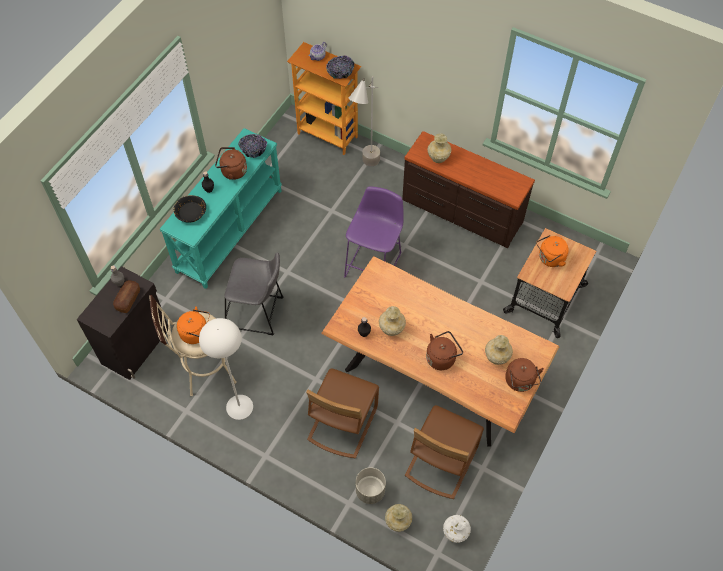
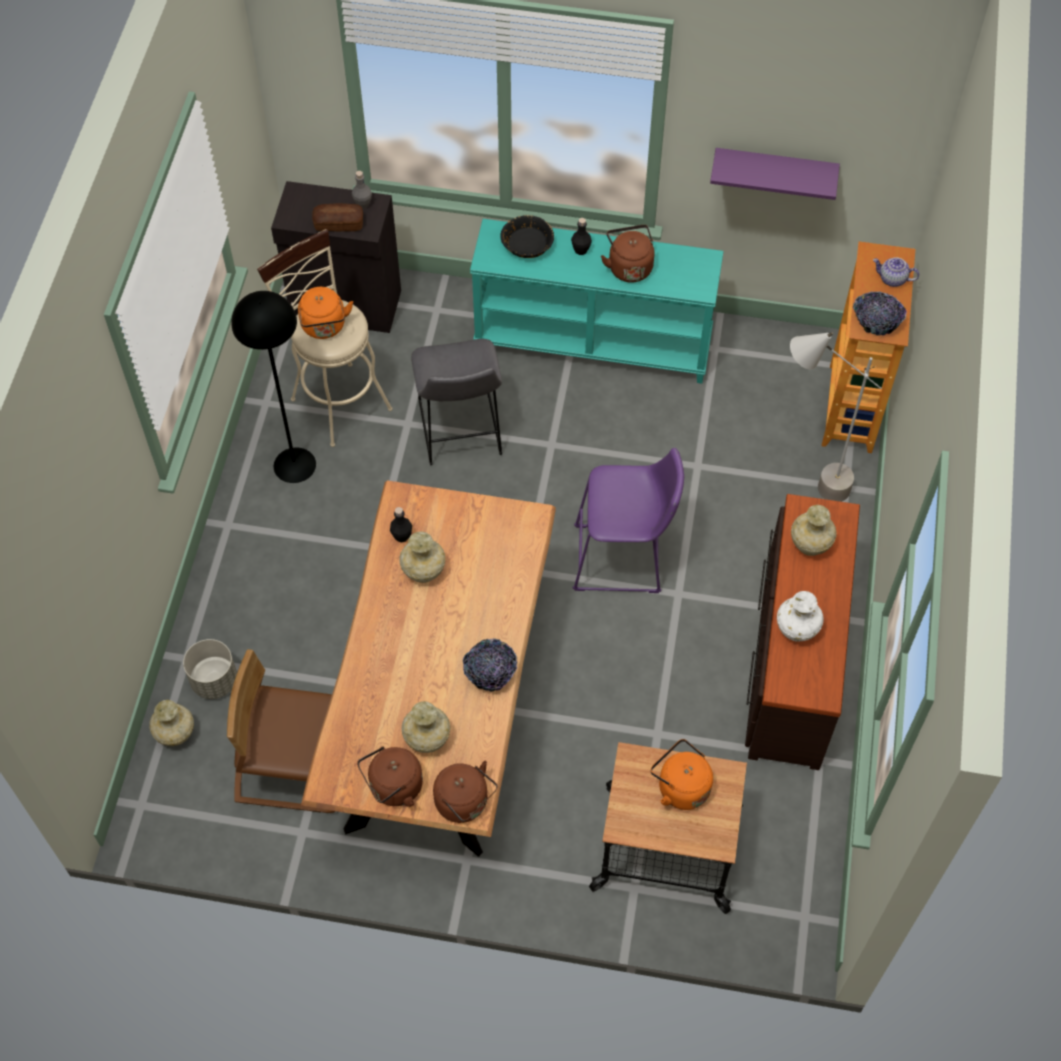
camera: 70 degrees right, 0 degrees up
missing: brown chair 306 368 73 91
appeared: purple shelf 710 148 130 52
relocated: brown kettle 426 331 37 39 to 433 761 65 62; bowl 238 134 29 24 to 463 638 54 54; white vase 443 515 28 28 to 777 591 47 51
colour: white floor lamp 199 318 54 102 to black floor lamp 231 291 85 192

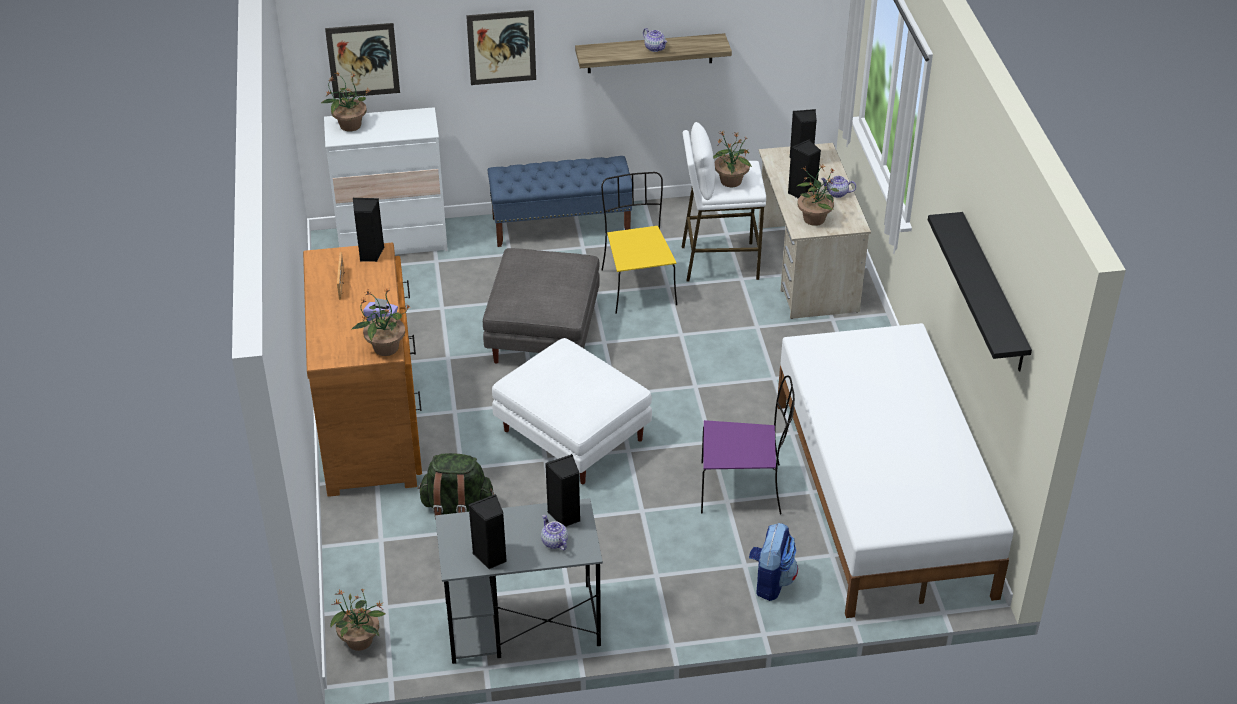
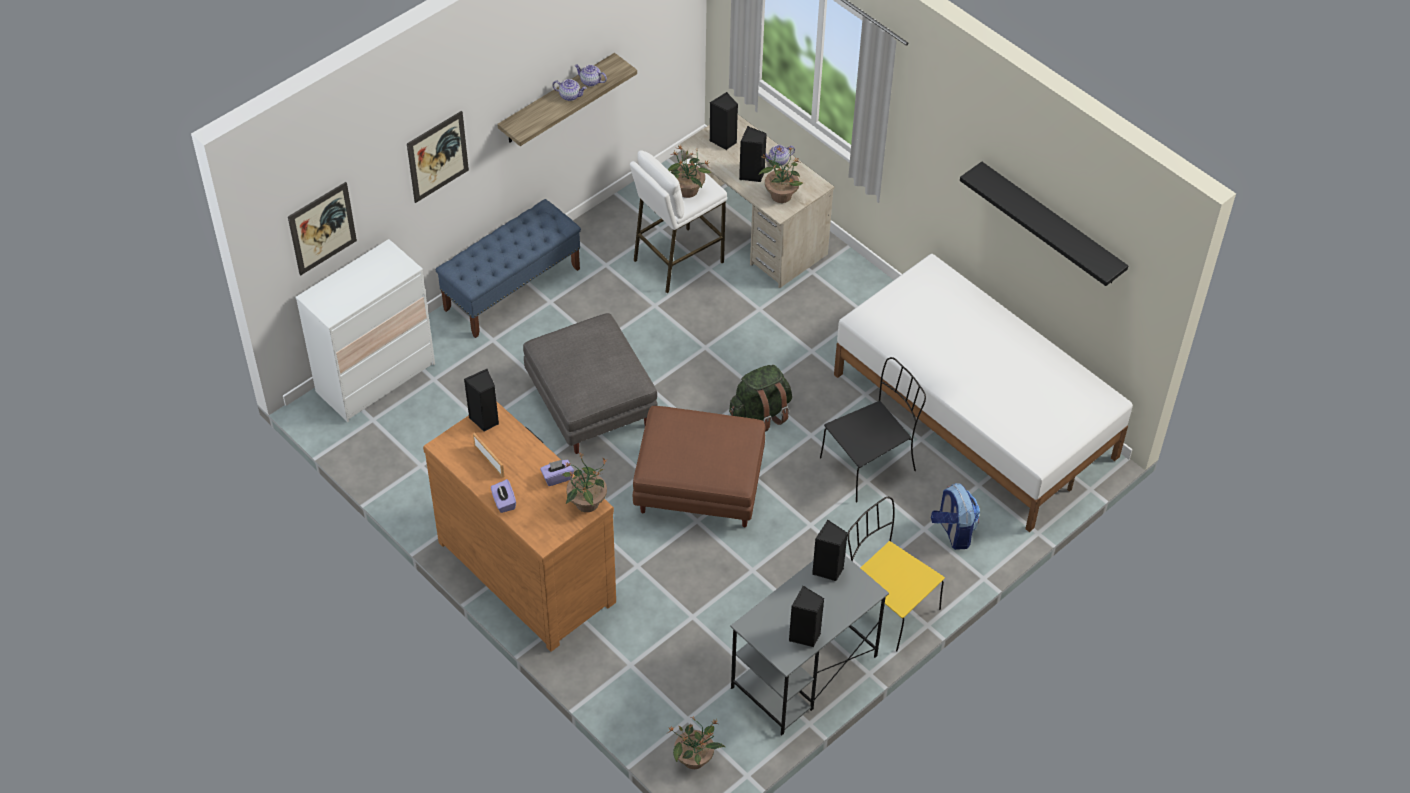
camera: 35 degrees left, 10 degrees up
missing: potted plant 321 72 50 60
appeared: purple tissue box 491 479 25 34
relocated: teapot 541 515 27 35 to 574 64 33 23; green backpack 418 453 76 67 to 729 365 63 67; yellow chair 601 172 76 142 to 847 497 98 154
colour: white ottoman 492 338 160 146 to brown ottoman 633 406 132 121; purple chair 701 375 94 139 to black chair 820 357 106 146

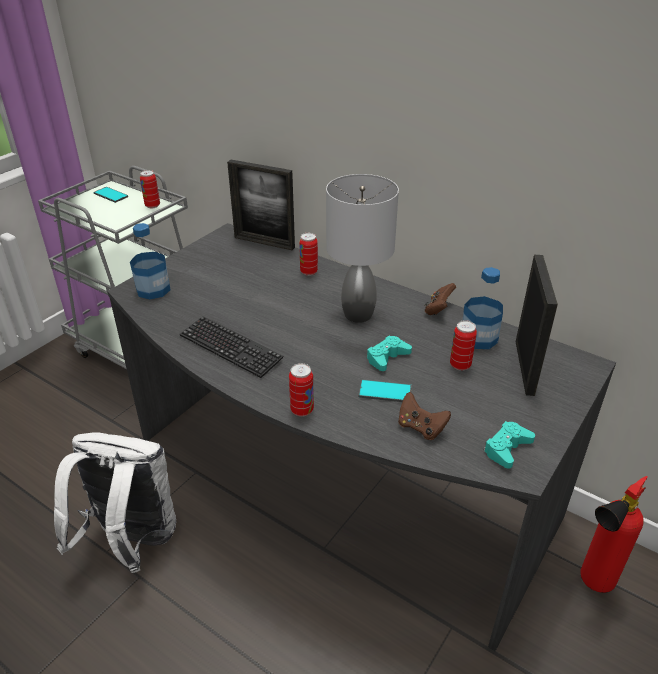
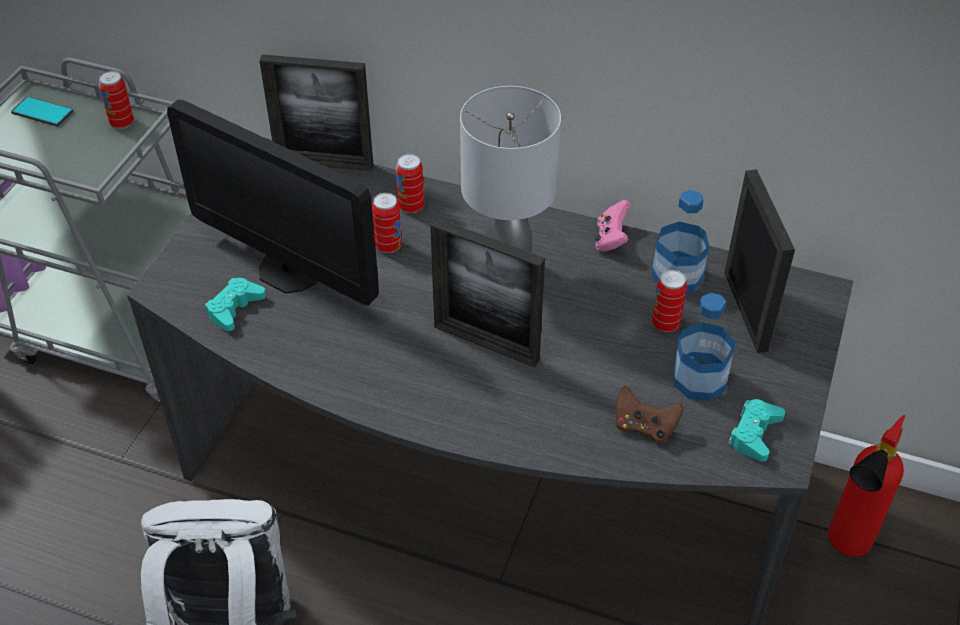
camera: 15 degrees left, 10 degrees up
missing: keyboard 180 316 104 62; phone 359 379 53 23
appeared: monitor 167 99 212 207; picture frame 430 218 115 150
relocated: turquoise game controller 367 336 45 35 to 205 278 61 53; can 289 363 25 54 to 372 193 30 60; bottle 130 223 41 77 to 674 293 61 108
colour: brown game controller 425 283 31 32 to pink game controller 595 200 36 52

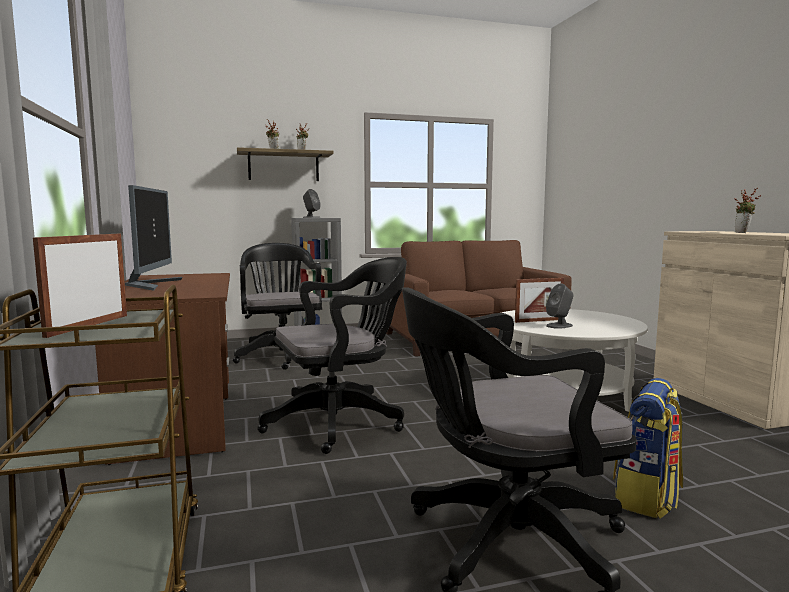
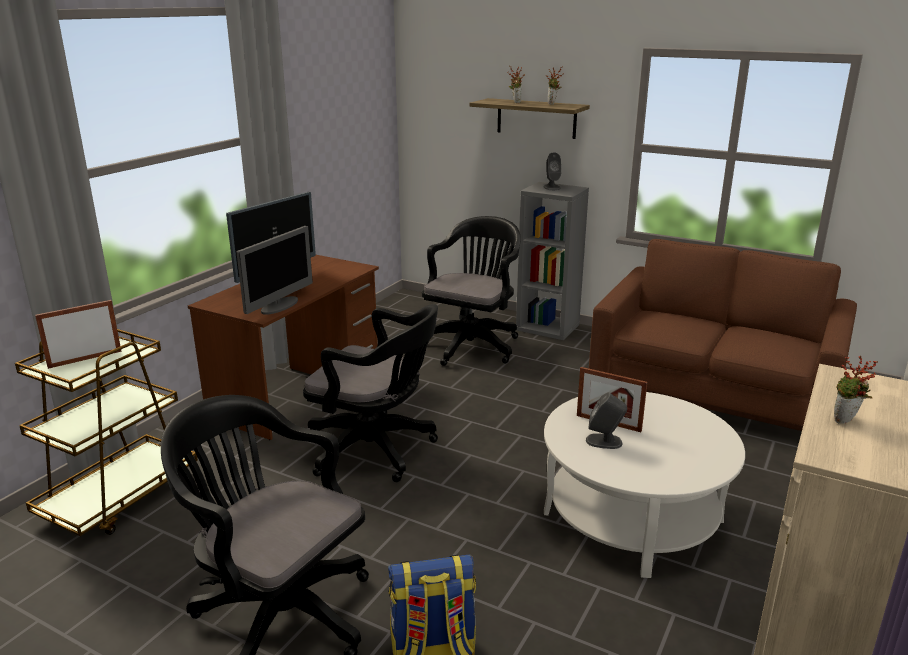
camera: 45 degrees right, 15 degrees up
appeared: monitor 237 226 76 89

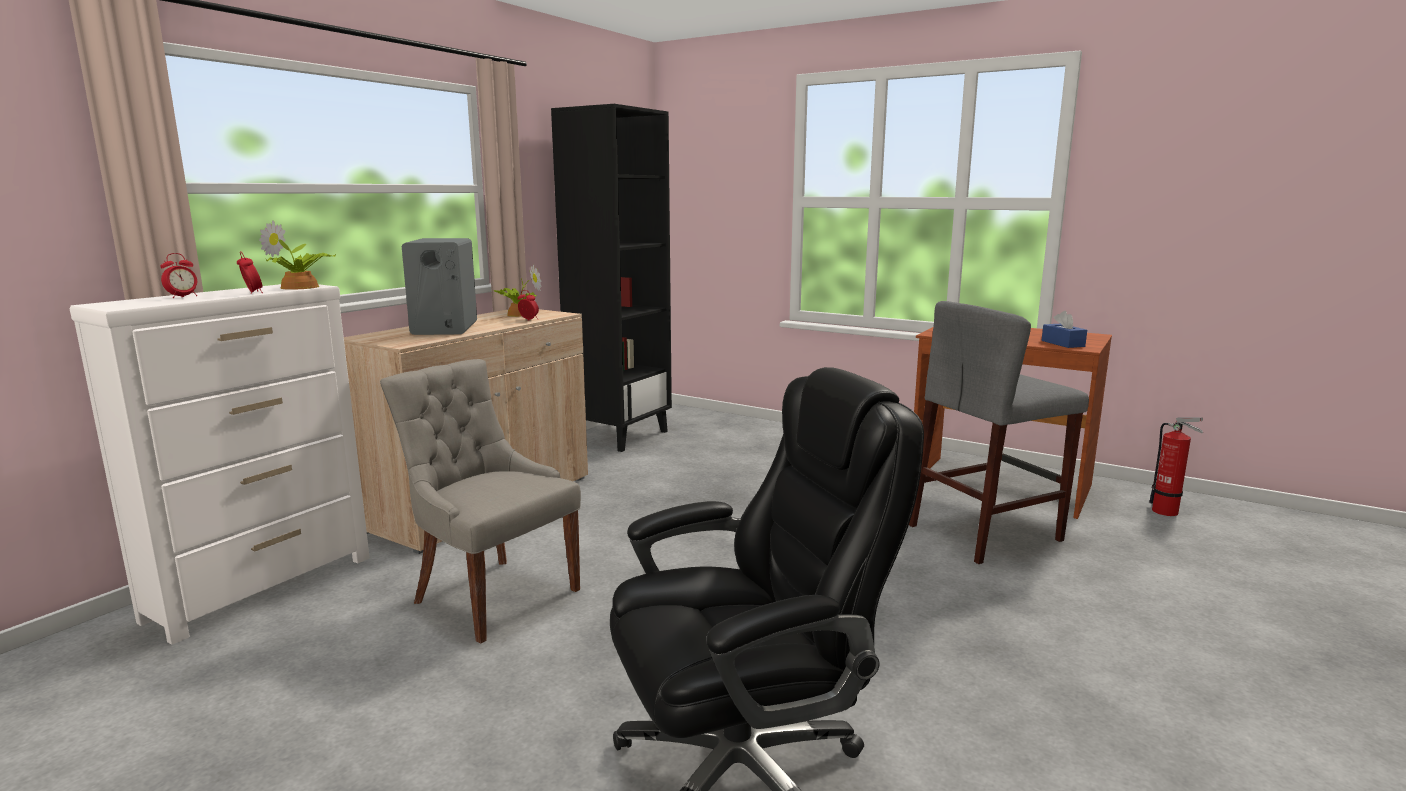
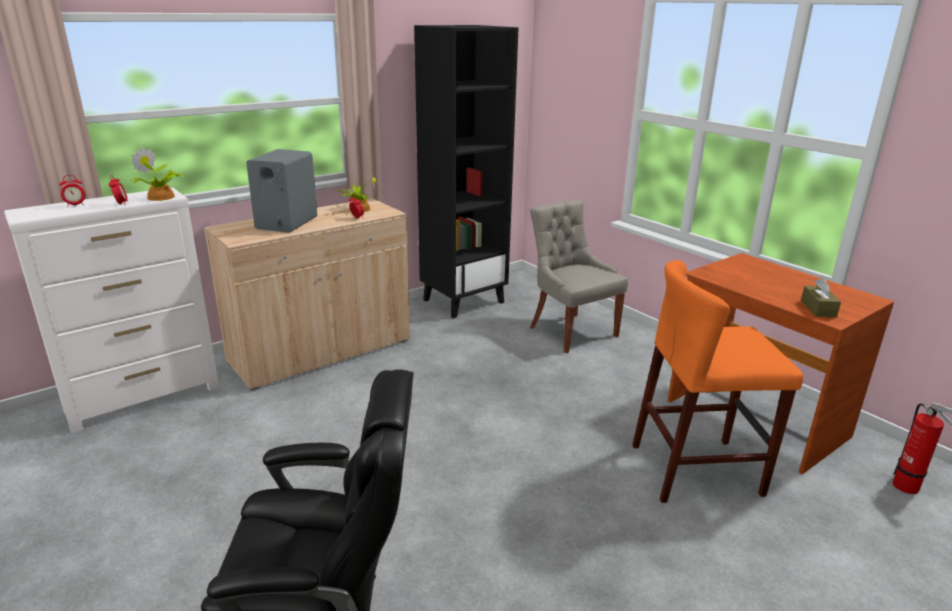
camera: 20 degrees right, 10 degrees up
relocated: grey chair 380 359 201 285 to 530 200 98 153
colour: grey stool 909 301 180 263 to orange stool 632 260 171 243; blue tissue box 1042 311 45 37 to brown tissue box 801 278 40 40

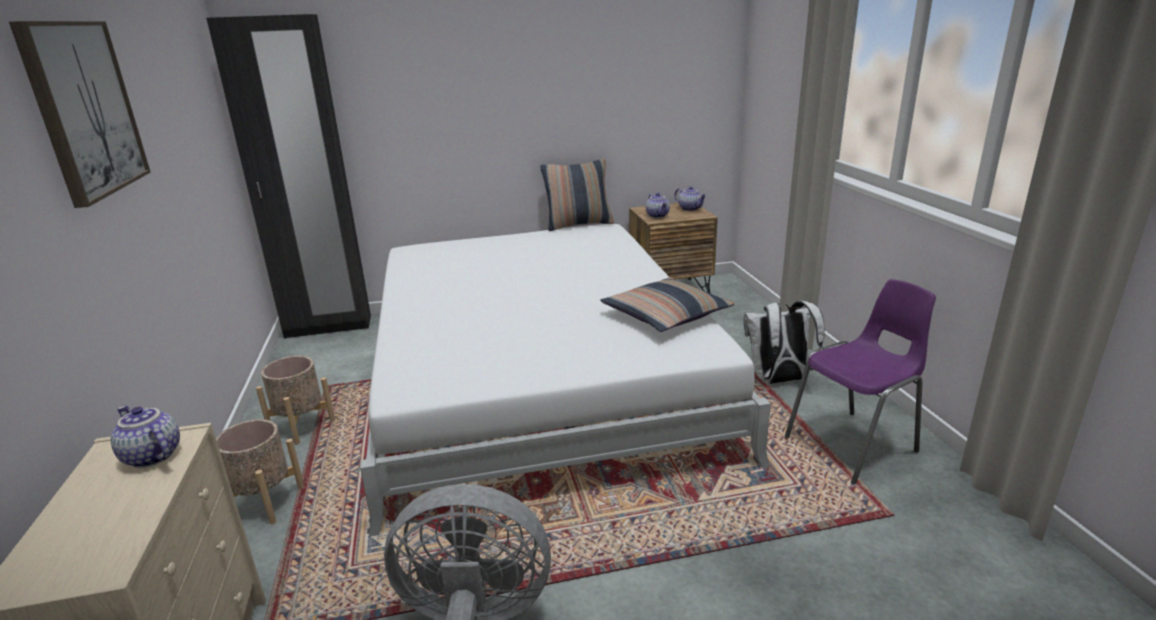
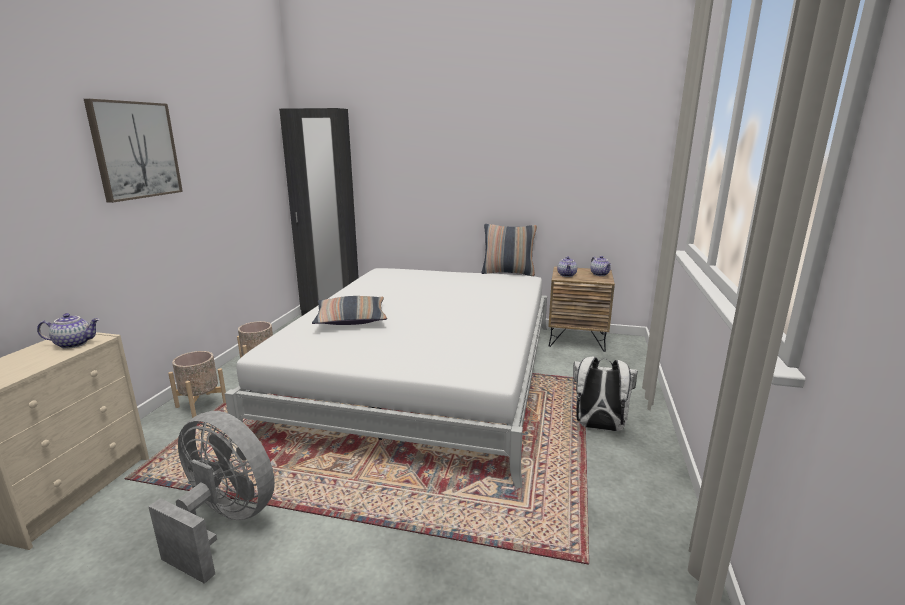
camera: 25 degrees right, 5 degrees down
missing: purple chair 784 279 152 205
relocated: pillow 600 277 134 55 to 312 296 75 29
spun: teapot 111 405 69 63 = 37 313 63 36 105 degrees clockwise

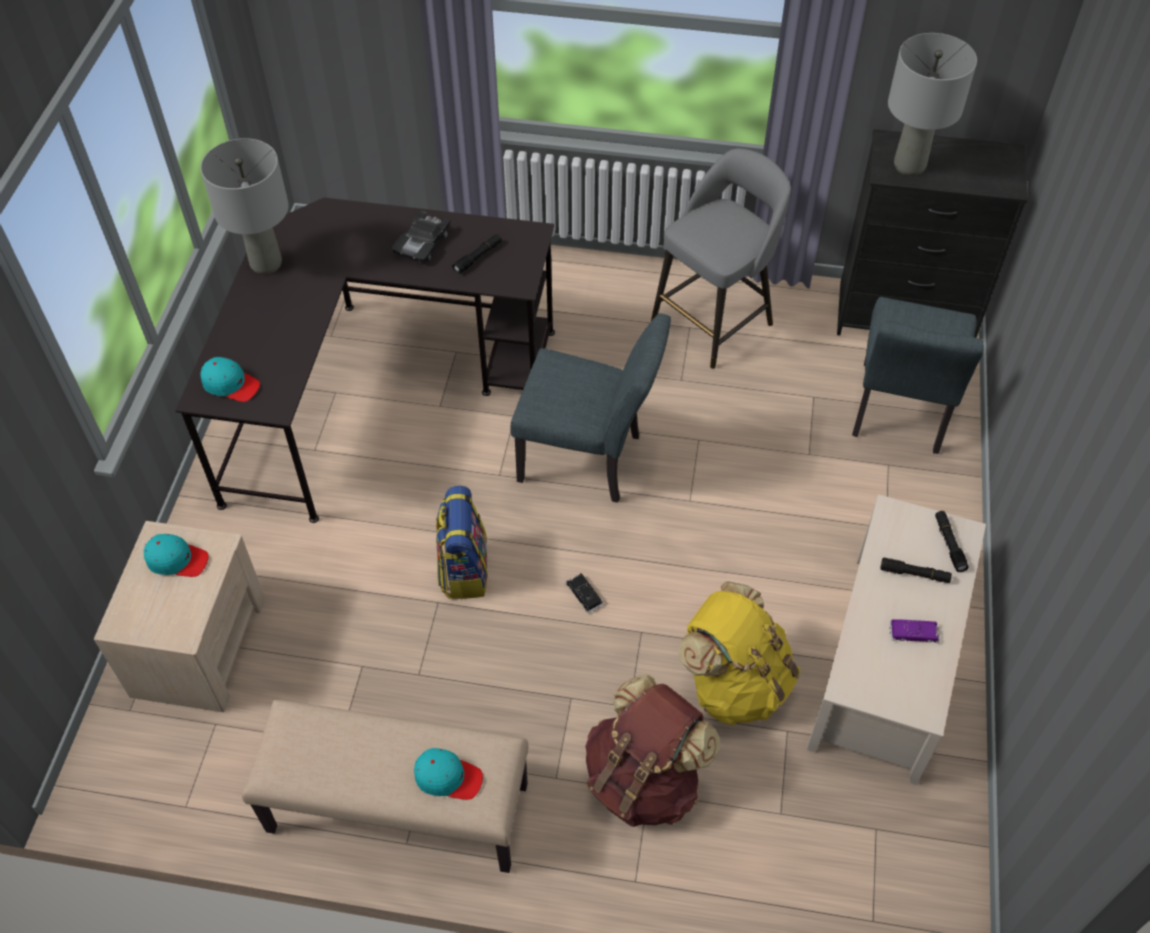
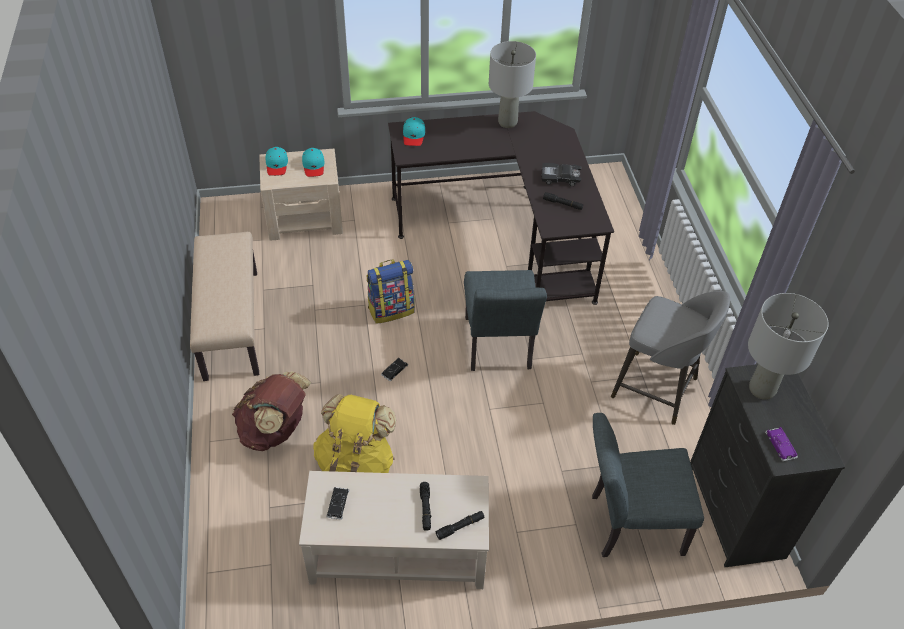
camera: 70 degrees right, 5 degrees down
appeared: black toy car 326 487 23 33
relocated: turquoise cap 414 748 69 52 to 266 147 22 29; purple toy car 889 619 50 24 to 765 427 33 34

